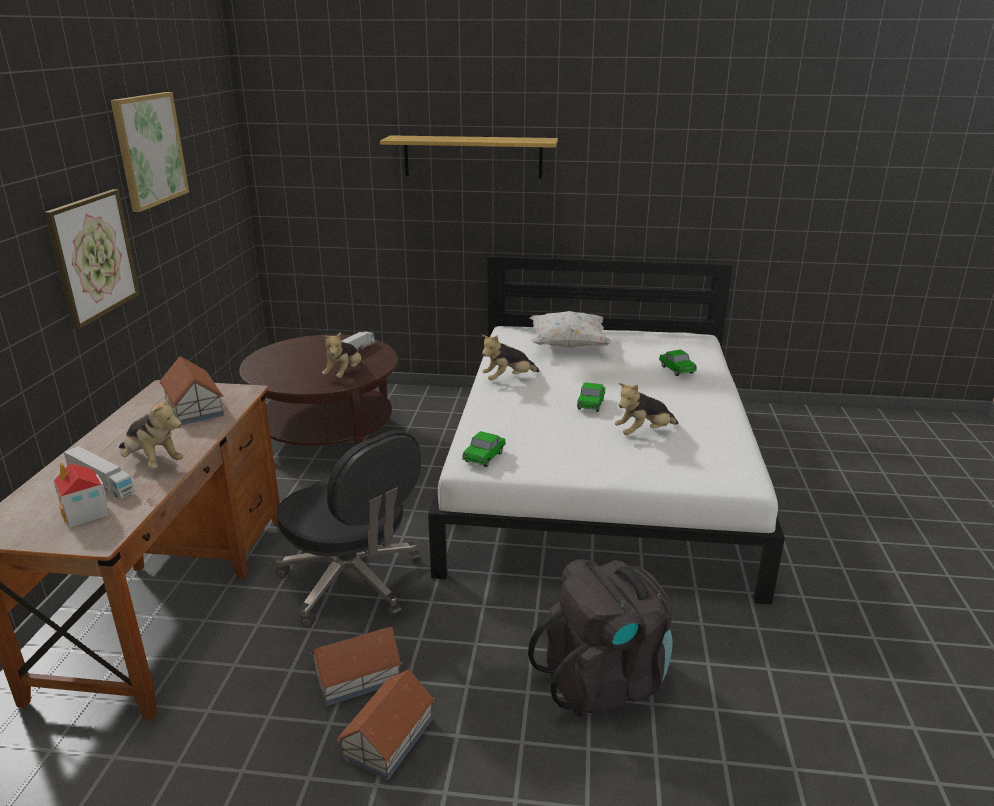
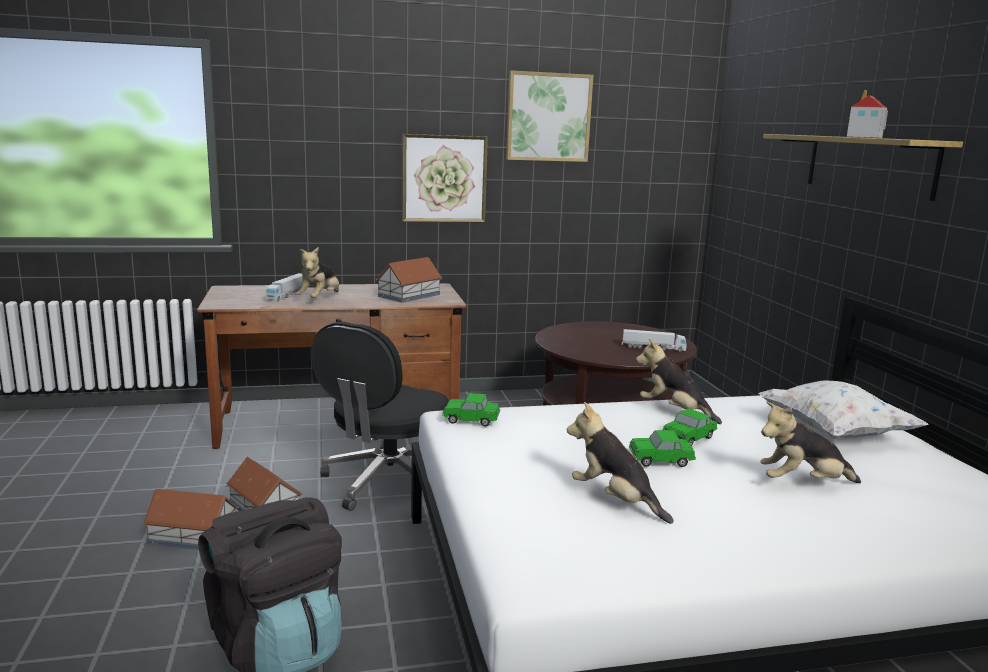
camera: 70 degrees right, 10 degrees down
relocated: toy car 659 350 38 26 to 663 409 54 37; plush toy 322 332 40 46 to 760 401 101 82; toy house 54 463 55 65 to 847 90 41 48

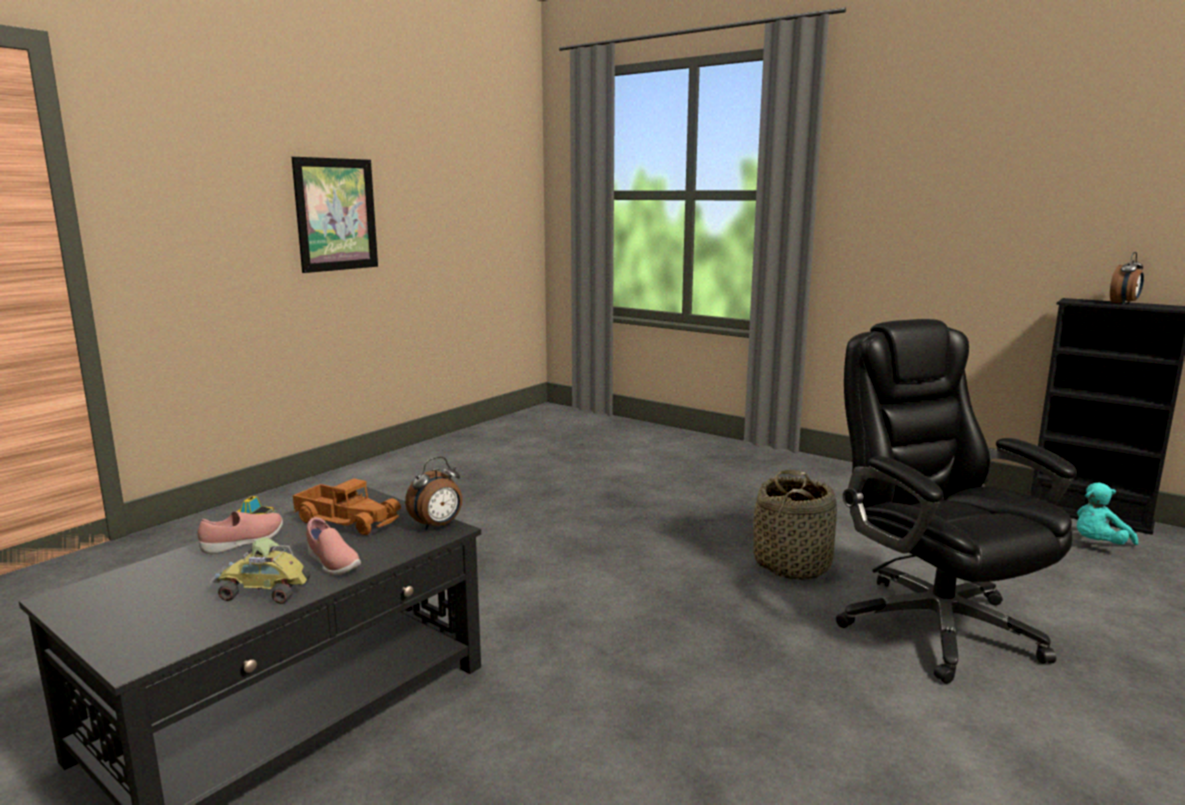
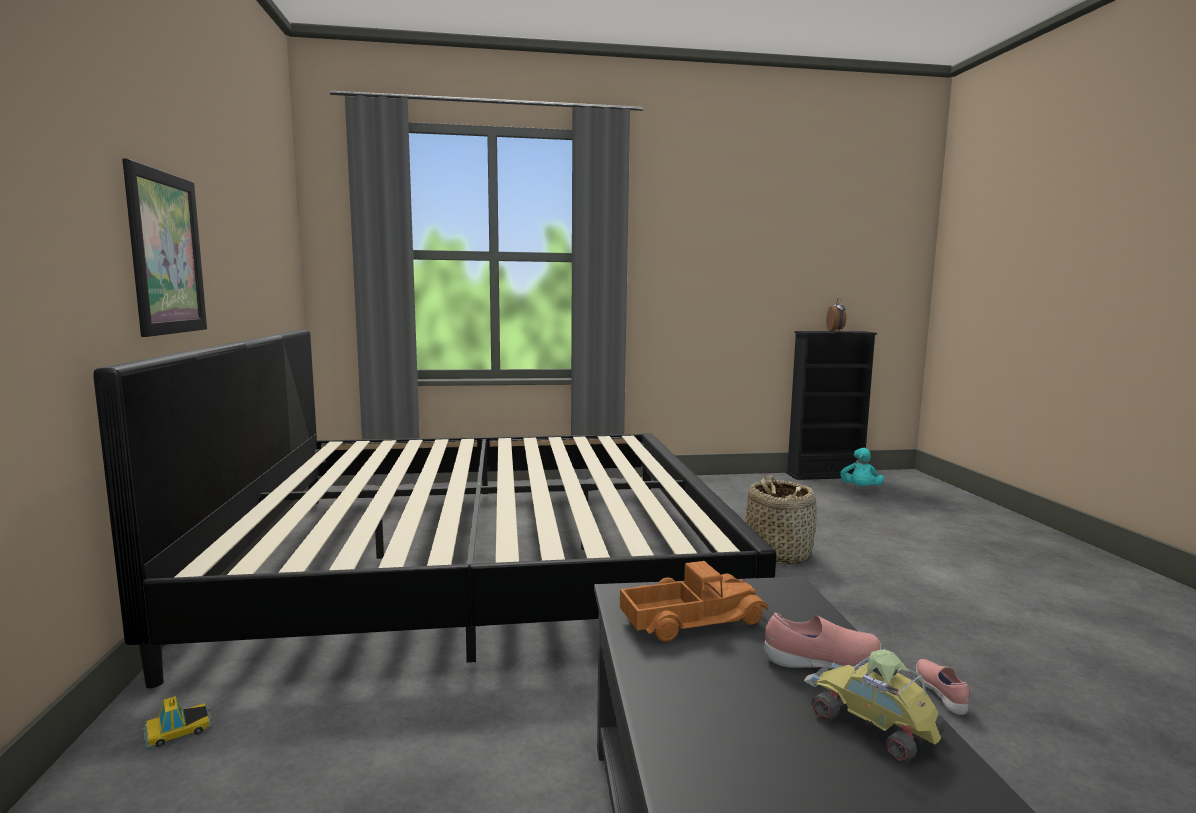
camera: 45 degrees left, 5 degrees down
missing: alarm clock 405 457 57 73; black office chair 836 319 241 365
appeared: bed 94 330 682 358
relocated: pink shoe 197 511 86 43 to 916 659 53 56
spun: toy car 210 538 100 66 = 804 649 141 114 90 degrees clockwise

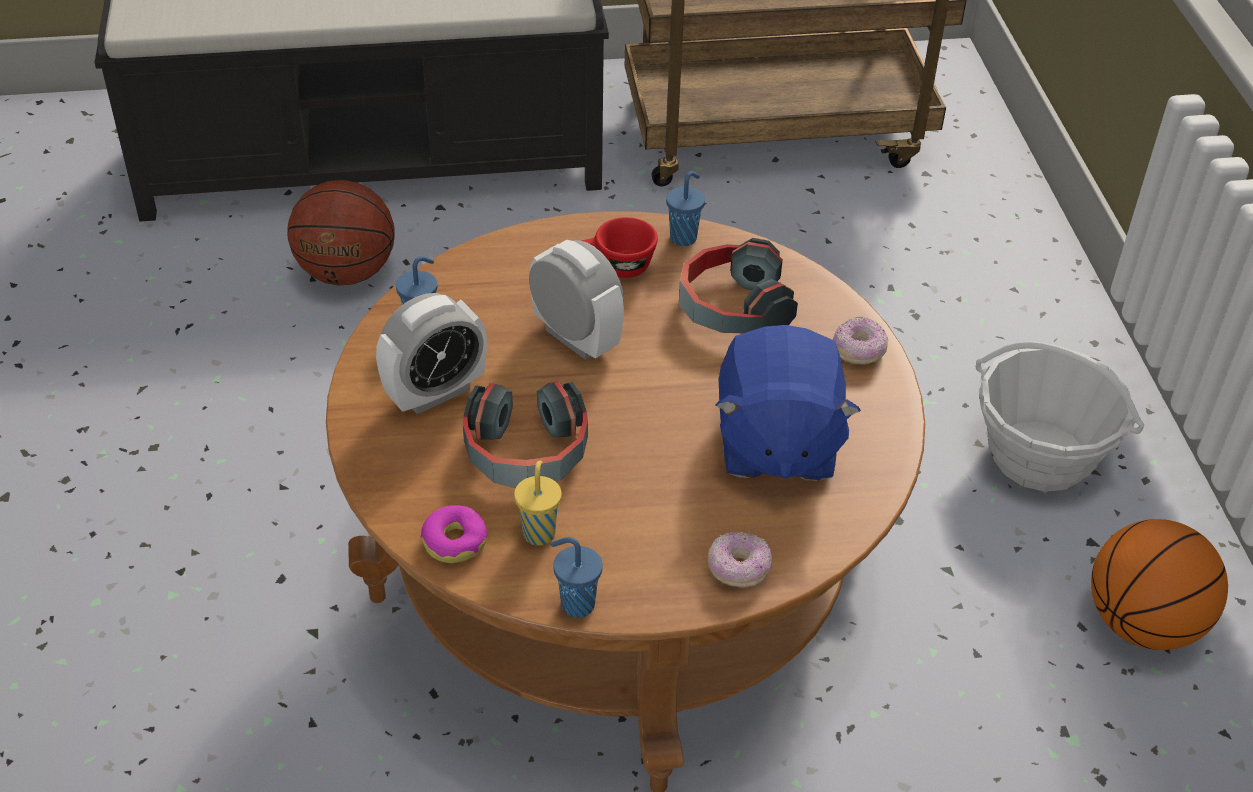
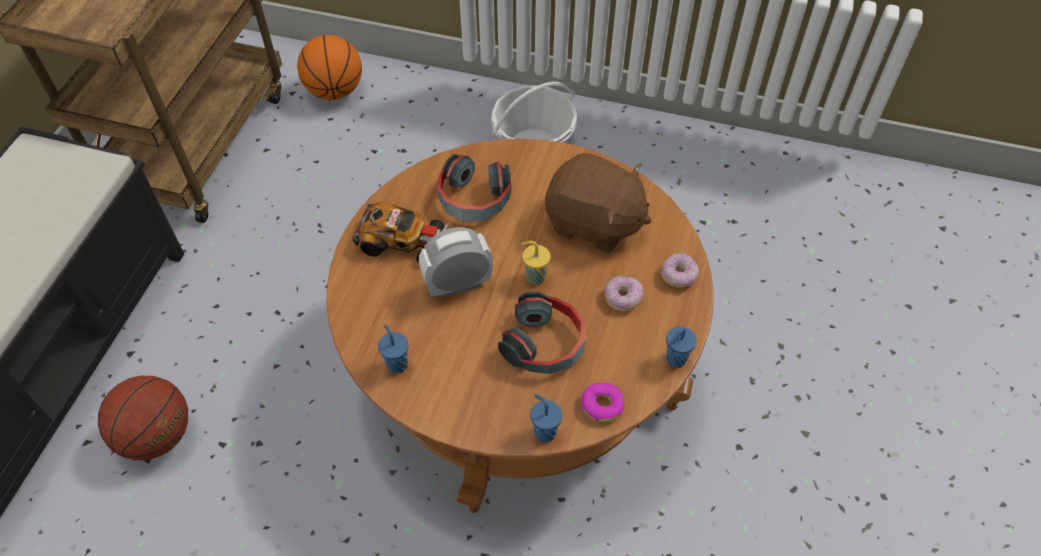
camera: 65 degrees left, 10 degrees up
missing: alarm clock 376 293 111 121
relocated: basketball 1091 519 137 131 to 297 35 65 65; yellow cup 514 460 48 86 to 521 241 30 44; blue cup 666 171 39 75 to 530 394 32 48; donut 833 317 55 47 to 605 276 39 35
exchanged: red cup 582 217 76 61 to toy car 352 202 98 61
colour: blue plush toy 715 325 146 156 to brown plush toy 545 153 106 100

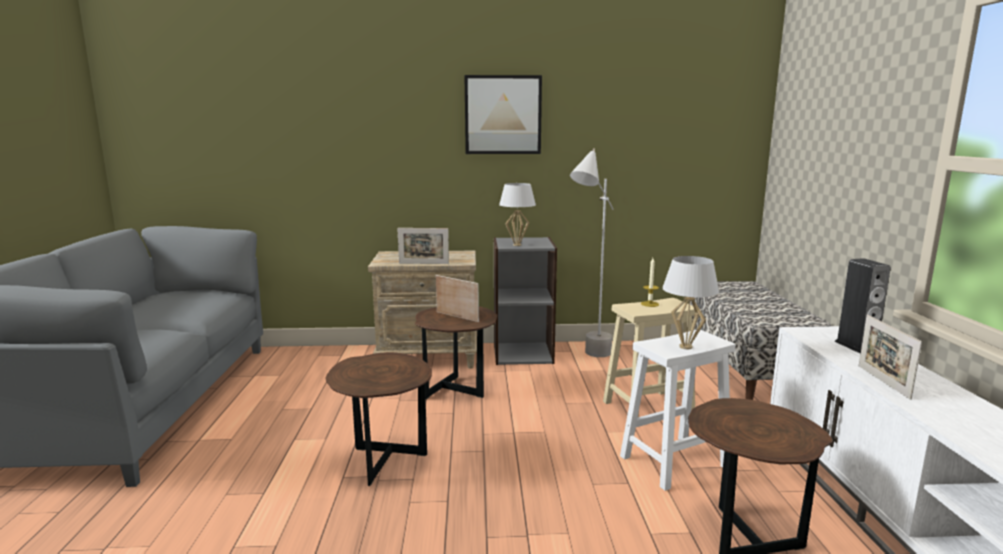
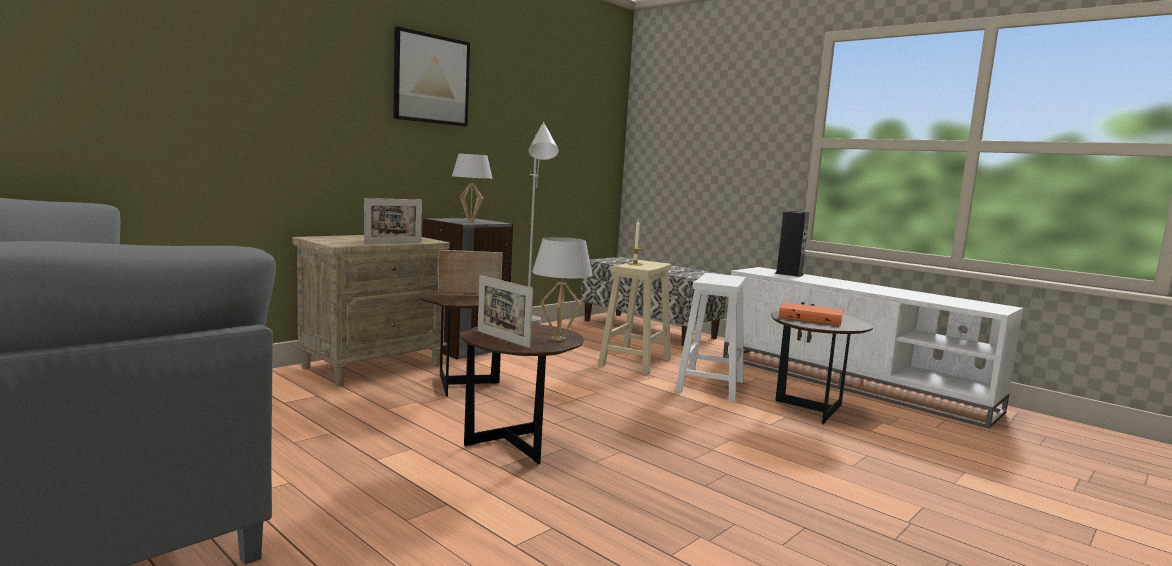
camera: 45 degrees left, 5 degrees down
appeared: orange book 779 302 65 23
relocated: picture frame 859 315 63 85 to 478 275 55 73; white table lamp 662 256 57 93 to 532 237 61 104

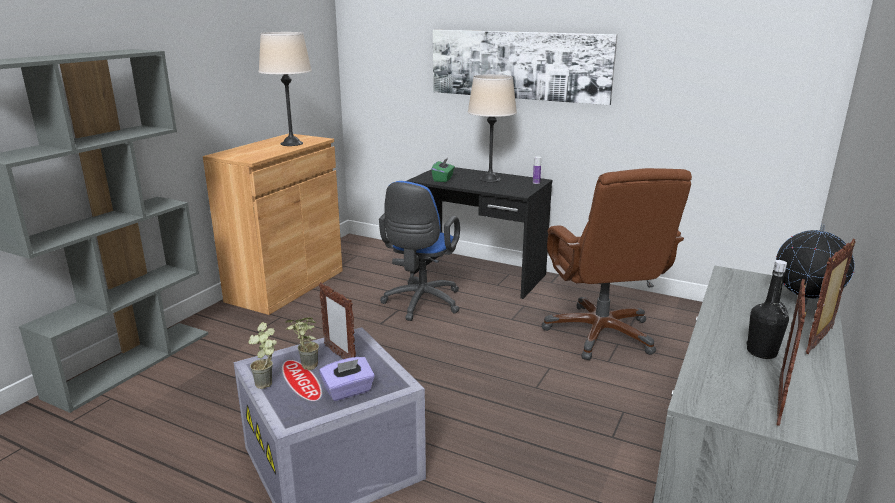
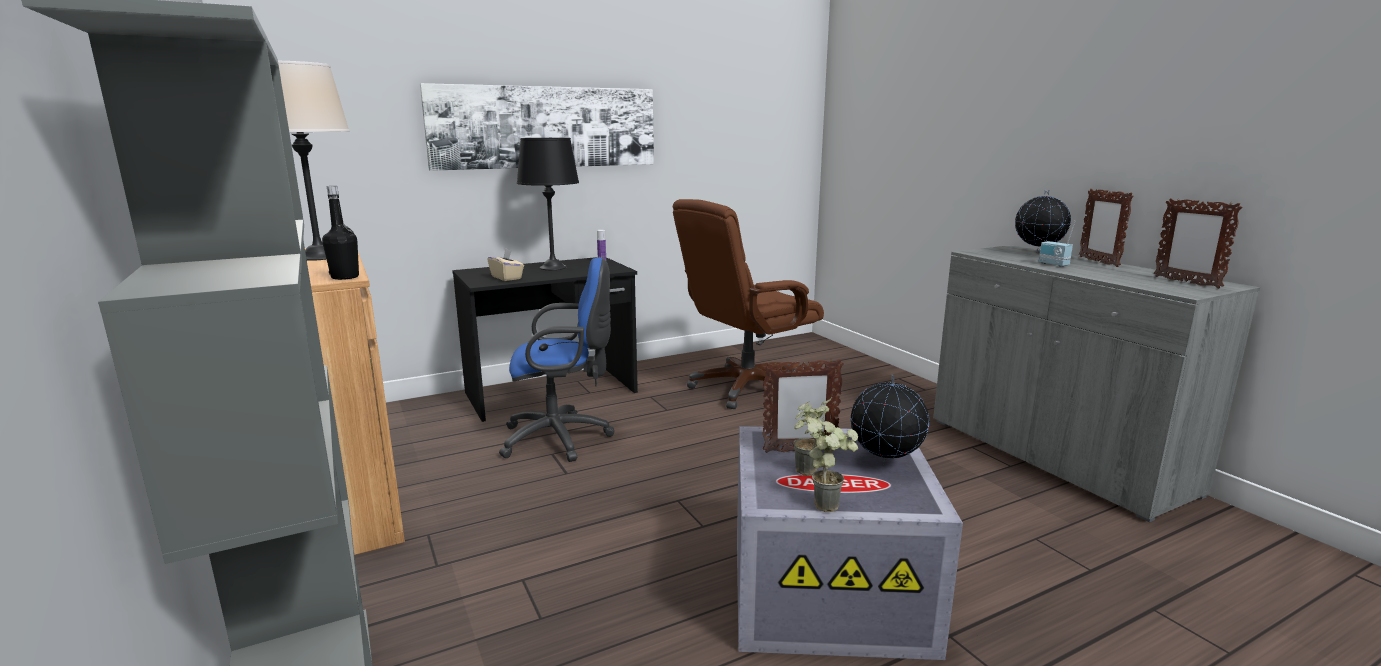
camera: 55 degrees left, 5 degrees down
appeared: radio 1039 220 37 47
relocated: black bottle 746 260 43 99 to 322 186 37 94
exchanged: purple tissue box 319 357 56 44 to globe 851 375 78 90
colour: green tissue box 431 158 24 24 to beige tissue box 487 249 37 32; beige table lamp 468 74 49 108 to black table lamp 517 138 62 132
spun: blue office chair 379 181 81 140 = 499 257 116 205 60 degrees counterclockwise; brown office chair 542 168 150 192 = 673 199 151 210 120 degrees clockwise

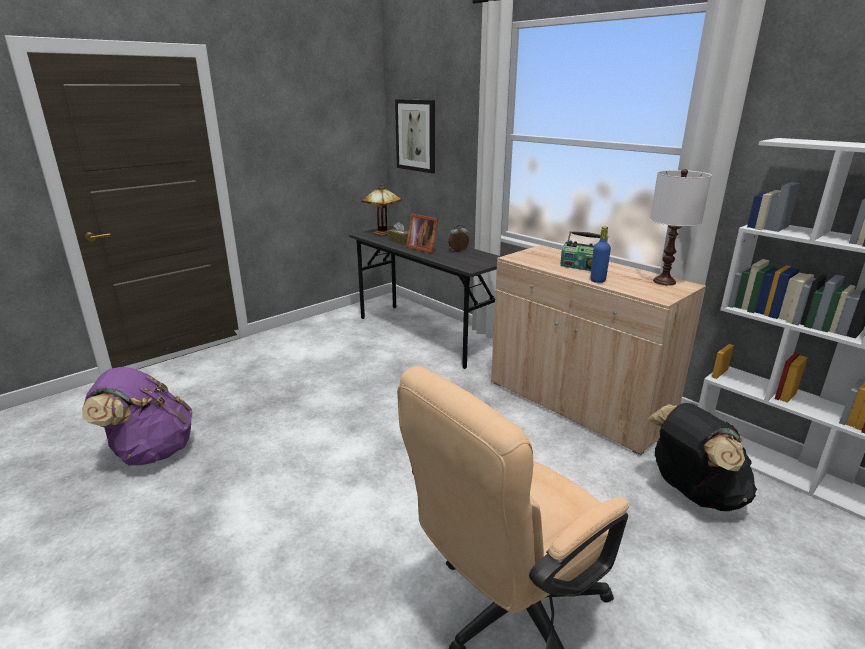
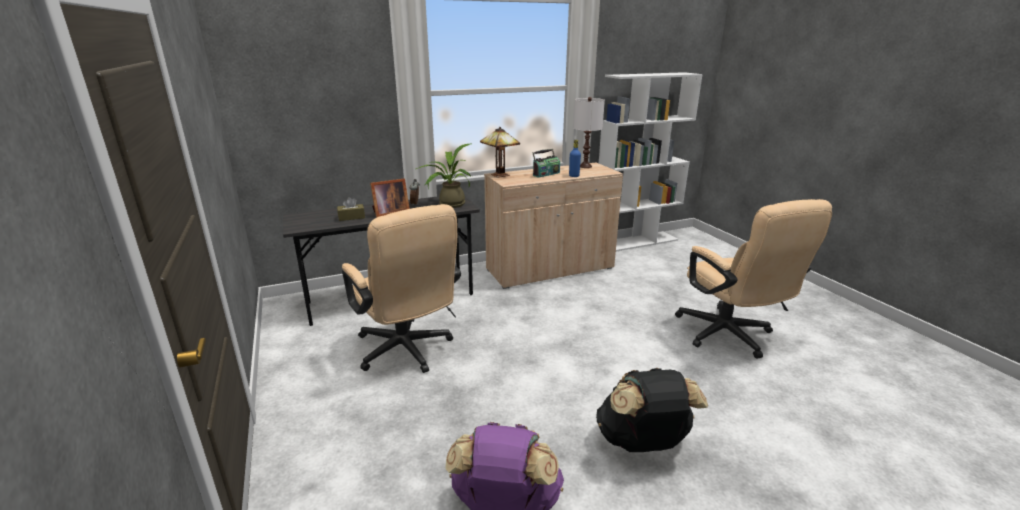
camera: 70 degrees left, 0 degrees up
missing: picture 395 99 40 74
appeared: beige office chair 342 204 119 169; potted plant 416 144 56 64
relocated: table lamp 361 185 41 51 to 480 127 40 51; black backpack 648 403 109 108 to 596 368 112 84

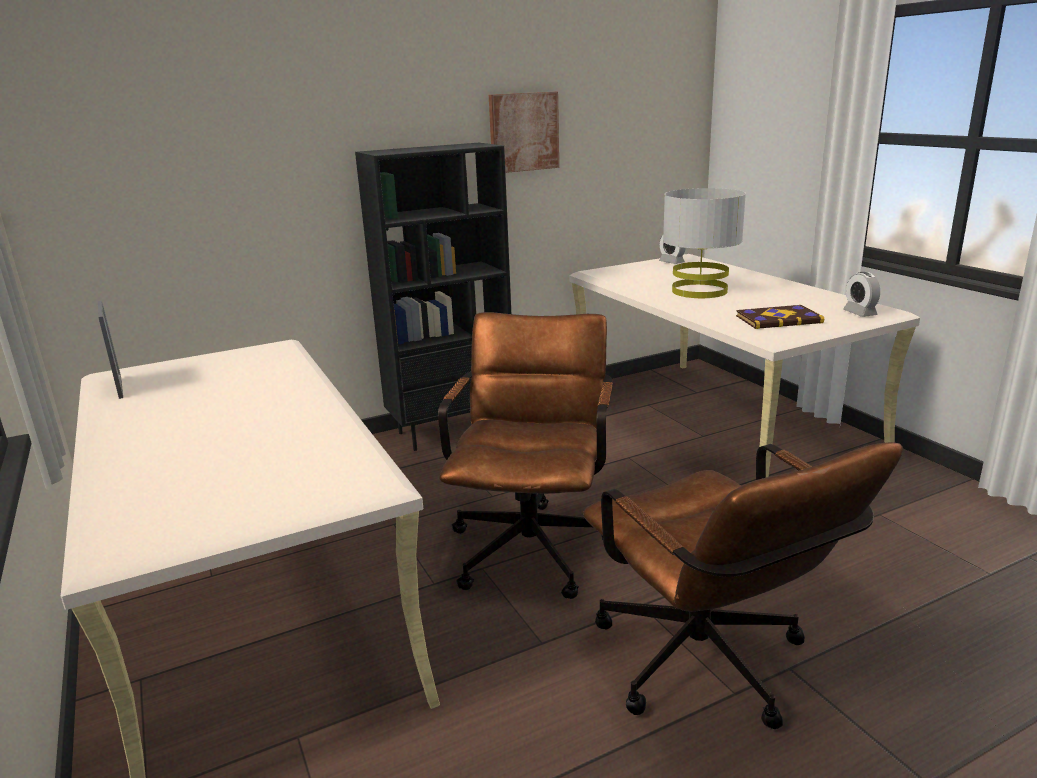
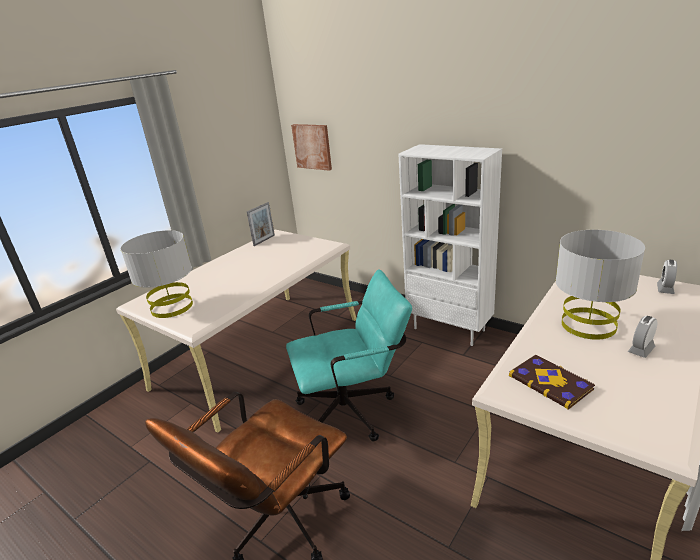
camera: 65 degrees right, 5 degrees up
appeared: grey table lamp 120 230 73 88
relocated: picture 489 92 70 81 to 291 124 41 47; alarm clock 843 272 37 45 to 628 316 29 42
colour: brown office chair 438 312 175 287 to turquoise office chair 286 269 126 172; black bookcase 355 143 156 308 to white bookcase 398 144 104 202

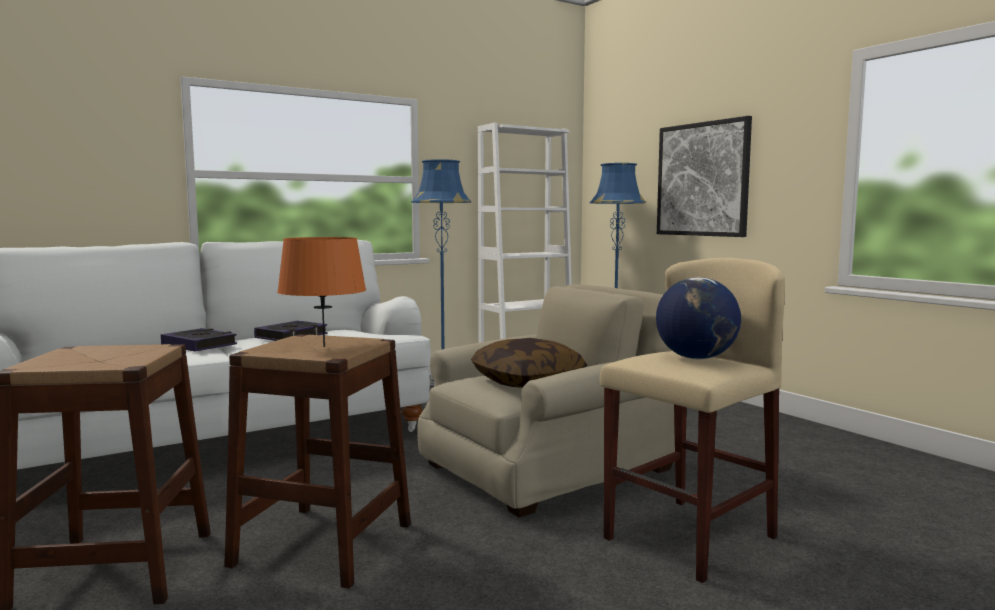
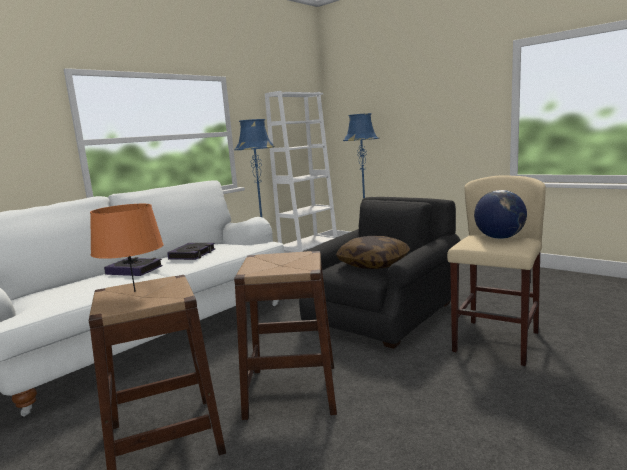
camera: 15 degrees left, 5 degrees up
missing: picture 657 116 95 121
relocated: orange table lamp 277 237 89 110 to 90 204 74 88
colour: beige armchair 417 284 258 233 to black armchair 299 197 162 152

